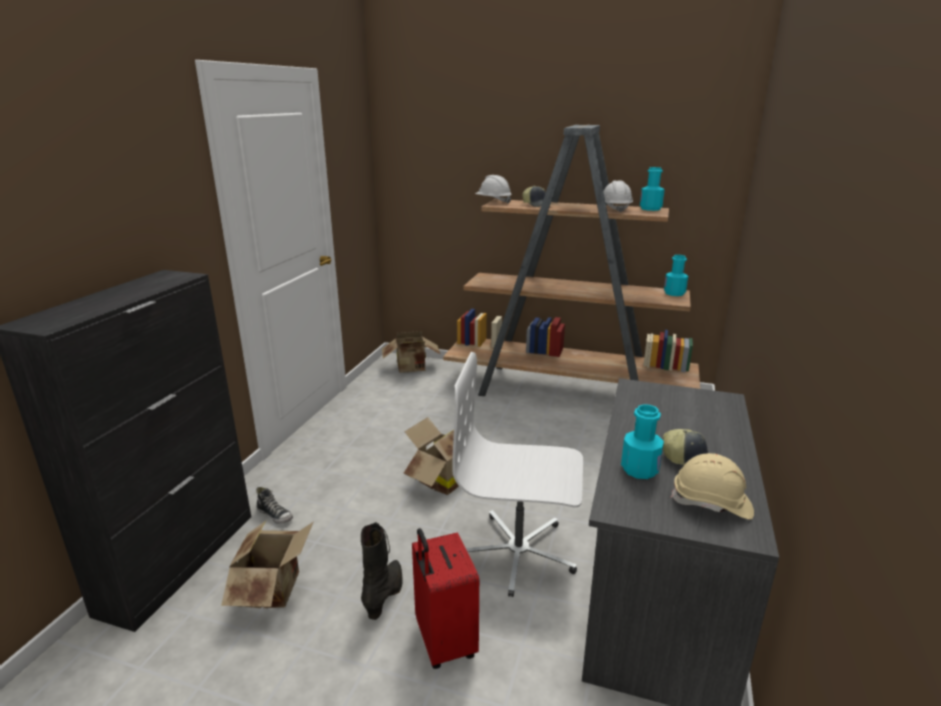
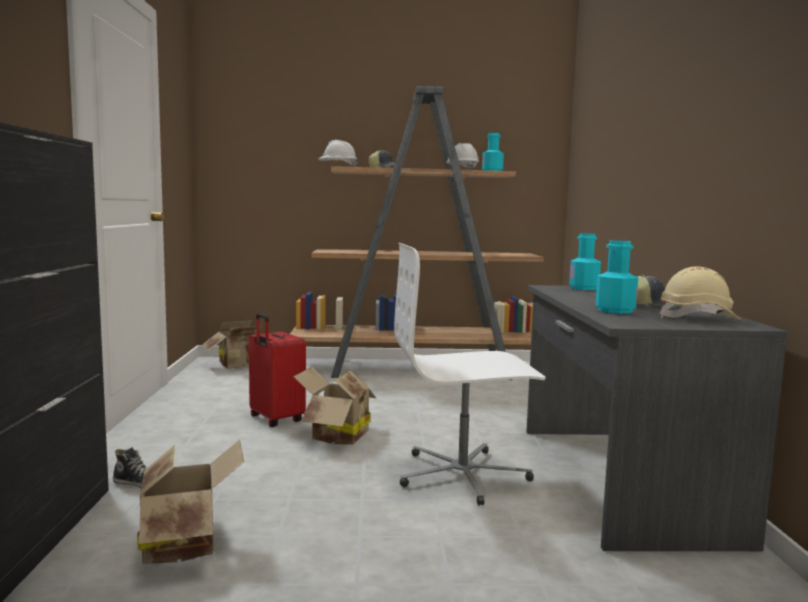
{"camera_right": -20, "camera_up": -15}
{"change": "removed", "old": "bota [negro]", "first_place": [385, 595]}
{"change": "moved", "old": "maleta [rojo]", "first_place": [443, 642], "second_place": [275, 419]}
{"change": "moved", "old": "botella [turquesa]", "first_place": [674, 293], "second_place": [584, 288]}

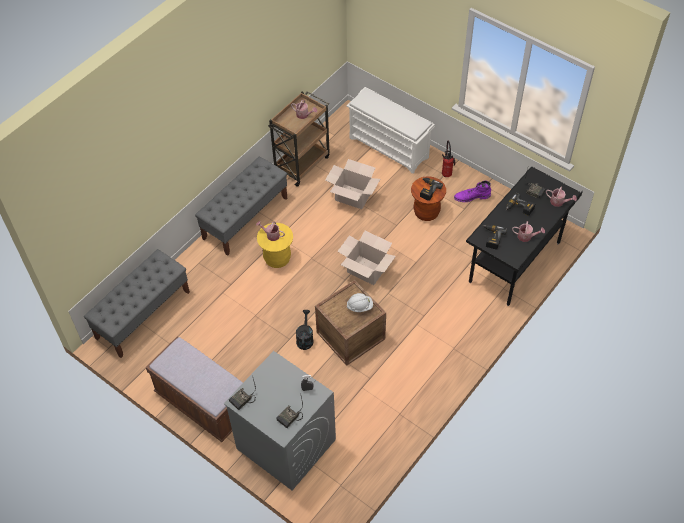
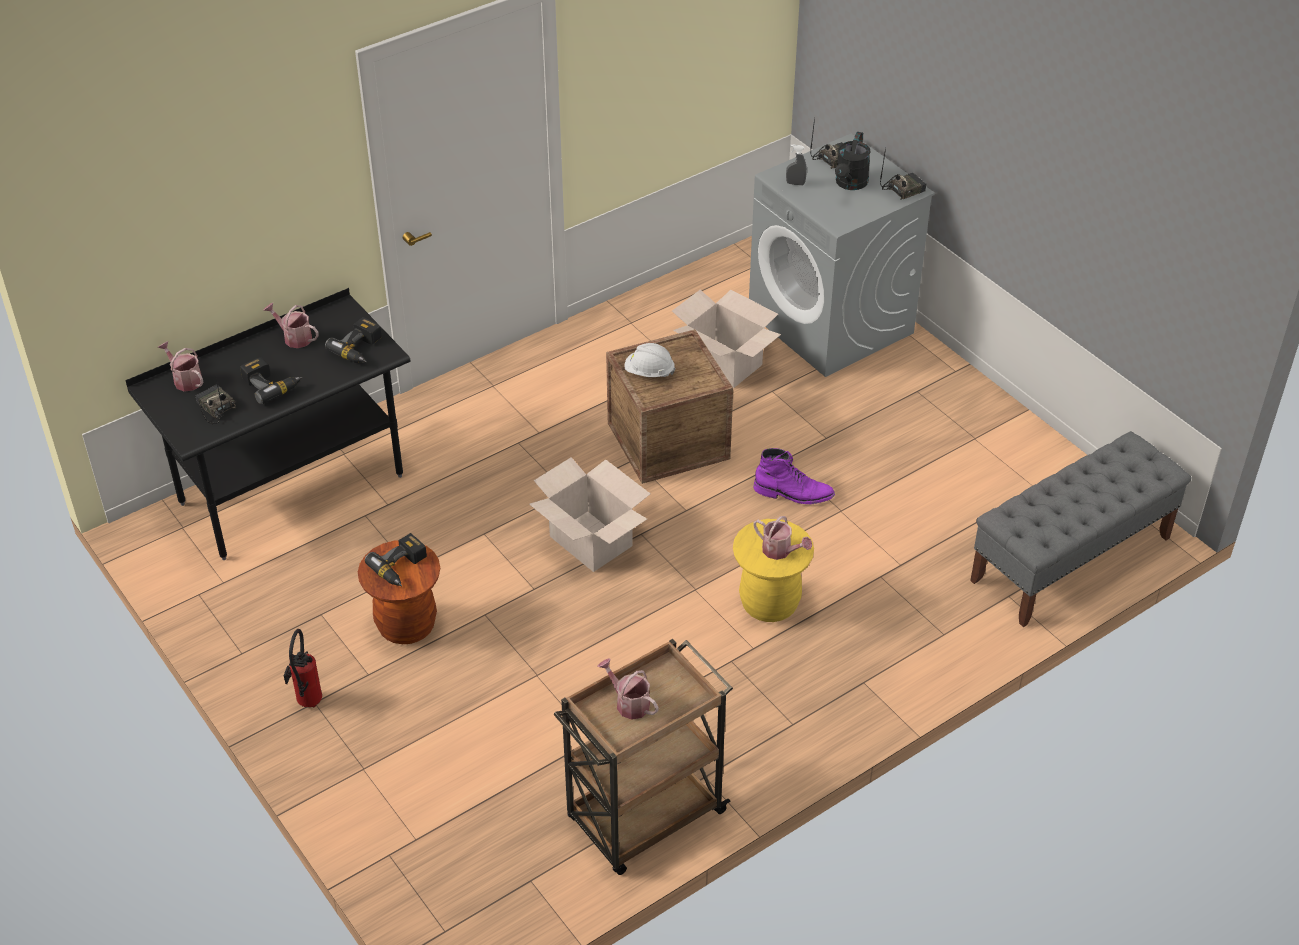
{"camera_right": -165, "camera_up": -10}
{"change": "removed", "old": "banco [marrón]", "first_place": [203, 403]}
{"change": "removed", "old": "banco [gris]", "first_place": [245, 218]}
{"change": "removed", "old": "zapatero [blanco]", "first_place": [389, 147]}
{"change": "moved", "old": "regadera [negro]", "first_place": [305, 338], "second_place": [850, 184]}
{"change": "moved", "old": "caja de cartón", "first_place": [353, 196], "second_place": [723, 364]}
{"change": "moved", "old": "bota [morado]", "first_place": [472, 197], "second_place": [793, 493]}

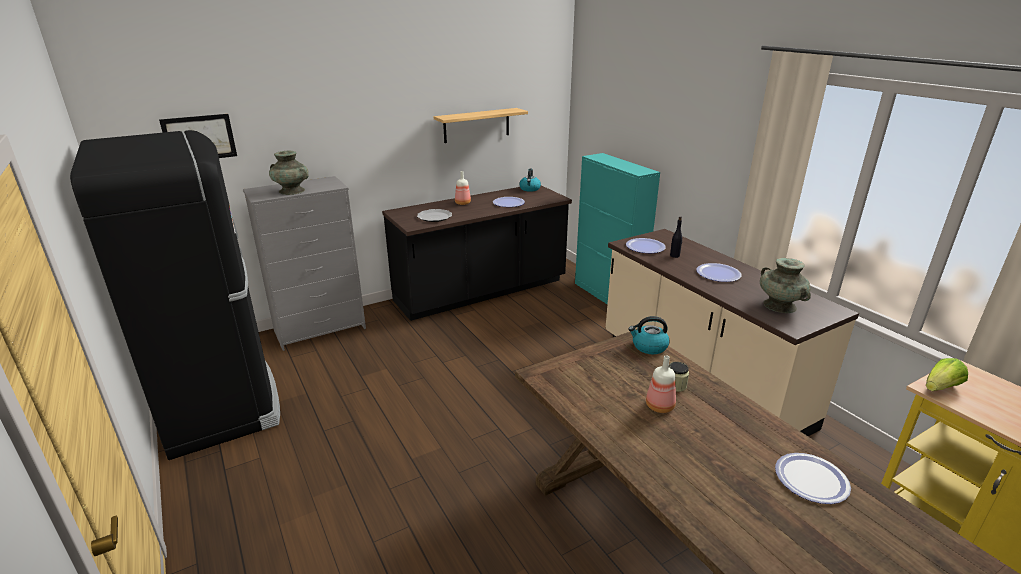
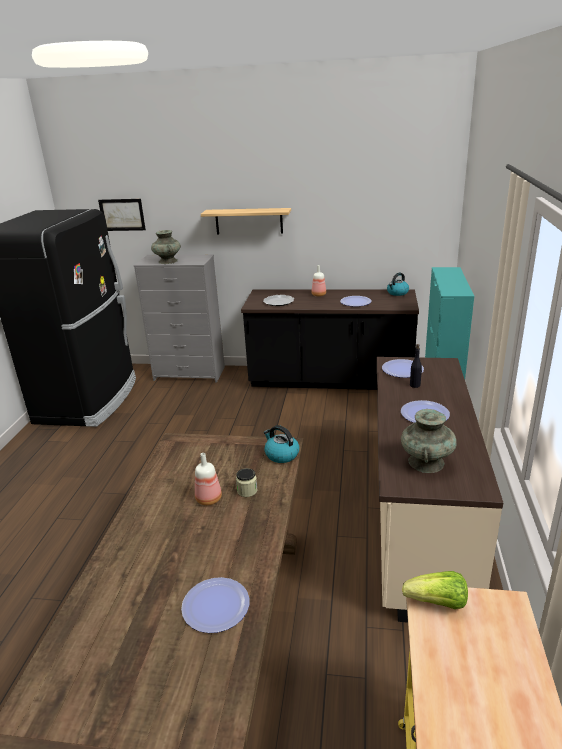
{"camera_right": 40, "camera_up": 0}
{"change": "moved", "old": "estante", "first_place": [476, 125], "second_place": [249, 221]}

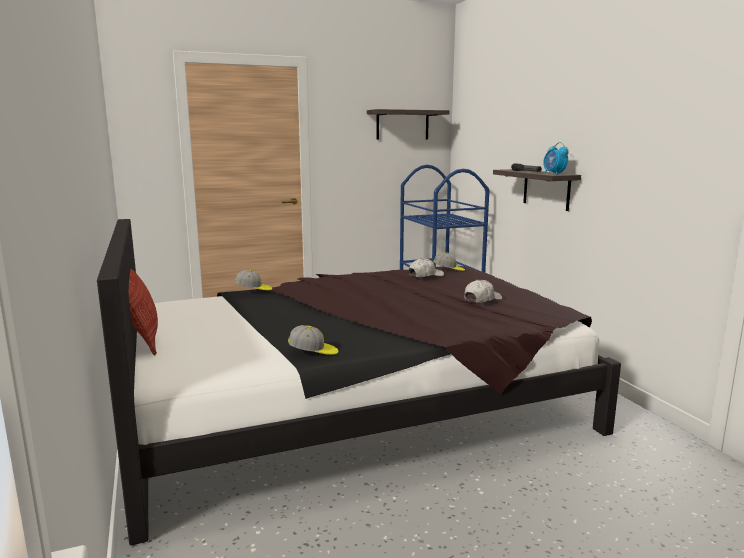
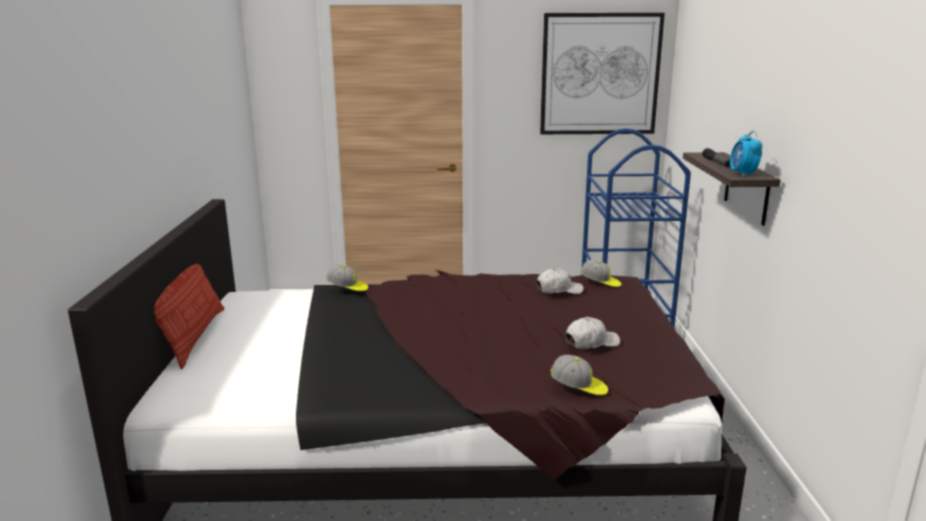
{"camera_right": 20, "camera_up": 5}
{"change": "moved", "old": "gorra", "first_place": [313, 352], "second_place": [578, 387]}
{"change": "replaced", "old": "estante", "new": "cuadro", "first_place": [402, 125], "second_place": [600, 74]}

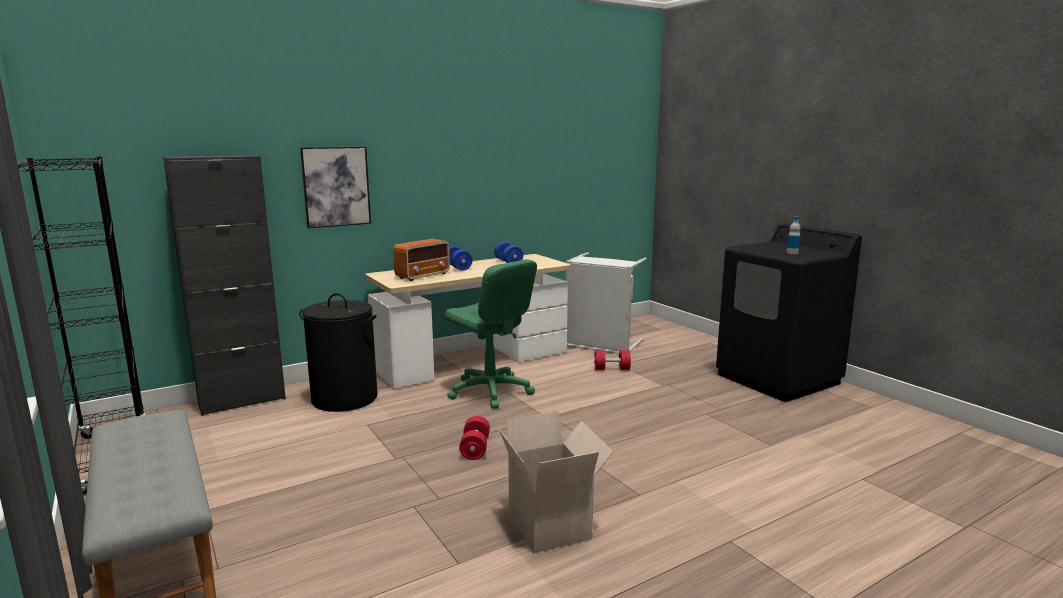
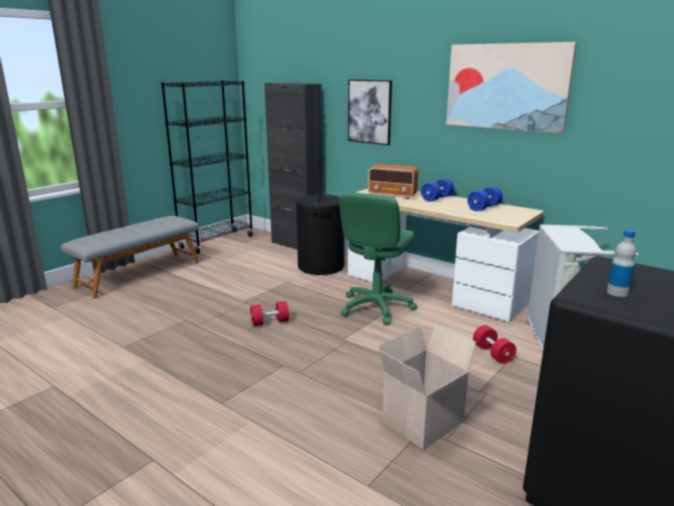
{"camera_right": 70, "camera_up": 5}
{"change": "added", "new": "cuadro", "second_place": [507, 86]}
{"change": "moved", "old": "caja de cartón", "first_place": [552, 526], "second_place": [424, 424]}

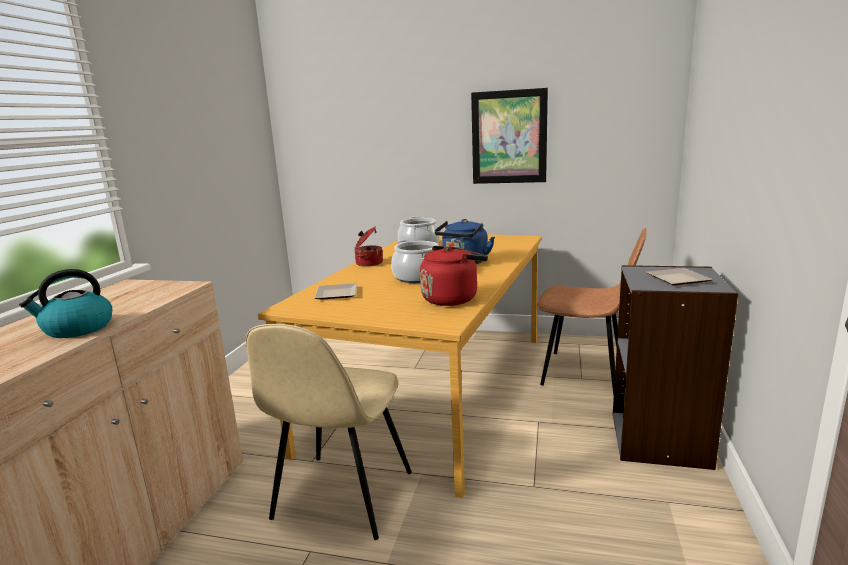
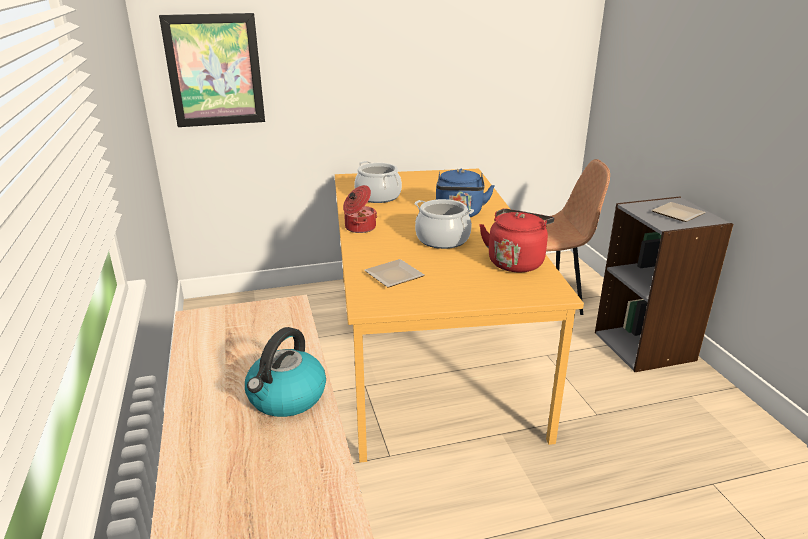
{"camera_right": -30, "camera_up": 10}
{"change": "removed", "old": "silla [beis]", "first_place": [341, 497]}
{"change": "moved", "old": "cuadro", "first_place": [509, 137], "second_place": [215, 71]}

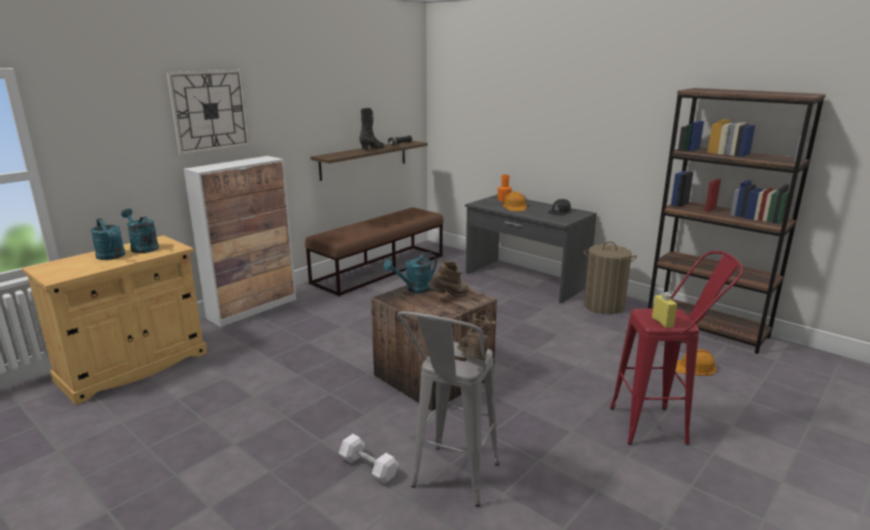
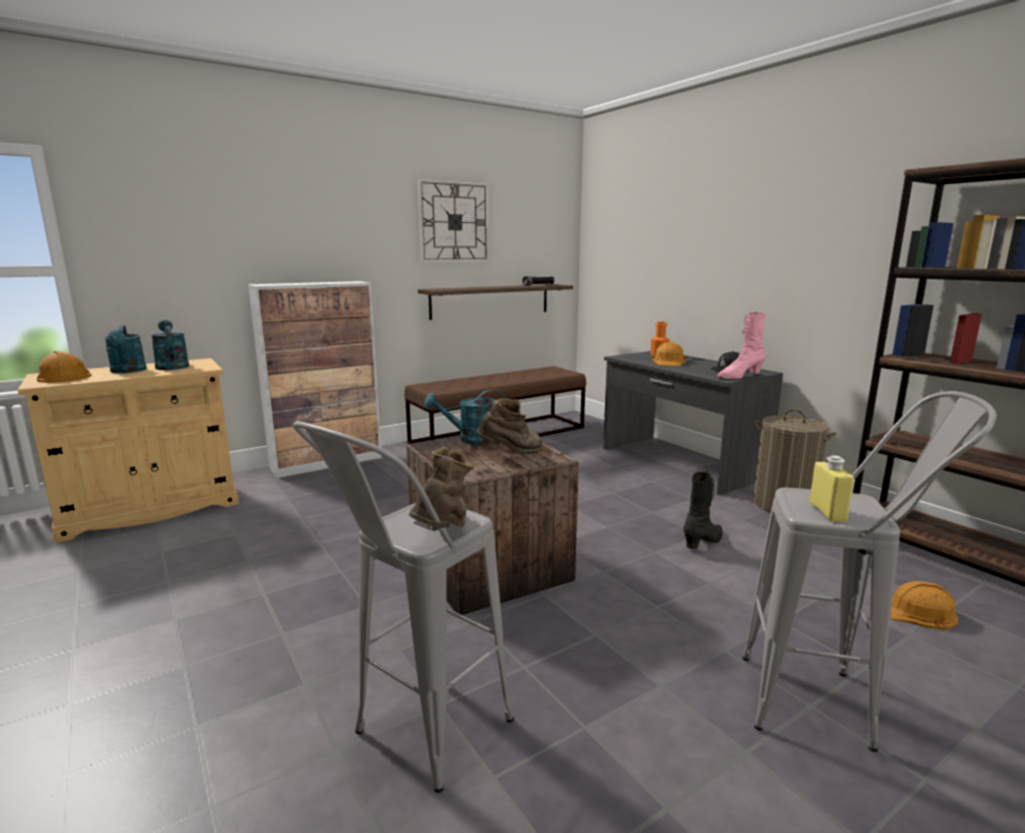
{"camera_right": 15, "camera_up": -5}
{"change": "removed", "old": "mancuerna [blanco]", "first_place": [368, 467]}
{"change": "added", "new": "casco [naranja]", "second_place": [62, 377]}
{"change": "added", "new": "bota [rosa]", "second_place": [739, 376]}
{"change": "moved", "old": "reloj de pared", "first_place": [210, 111], "second_place": [454, 222]}
{"change": "moved", "old": "bota [negro]", "first_place": [373, 149], "second_place": [704, 542]}
{"change": "recoloured", "old": "taburete [rojo]", "new": "taburete [gris]", "first_place": [660, 426], "second_place": [828, 704]}

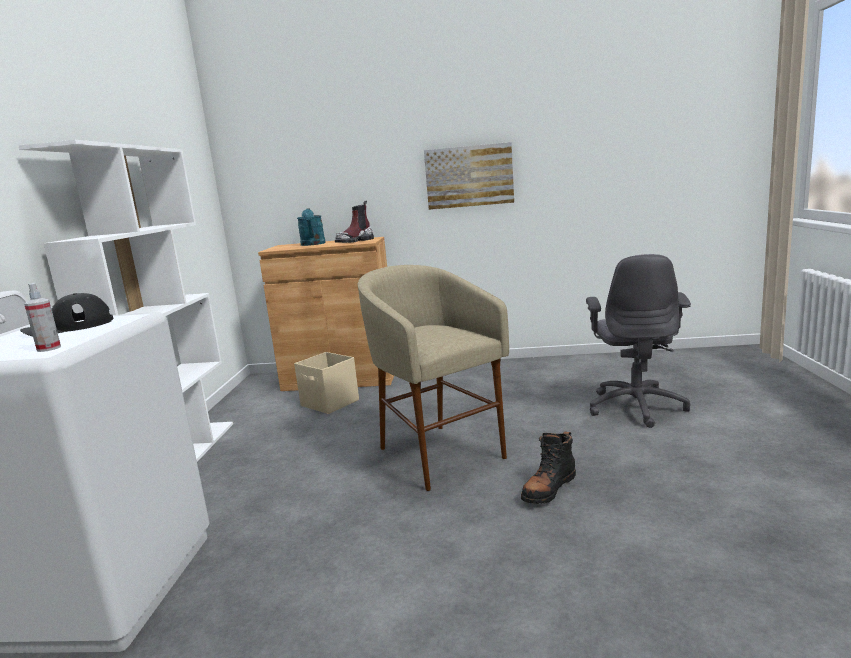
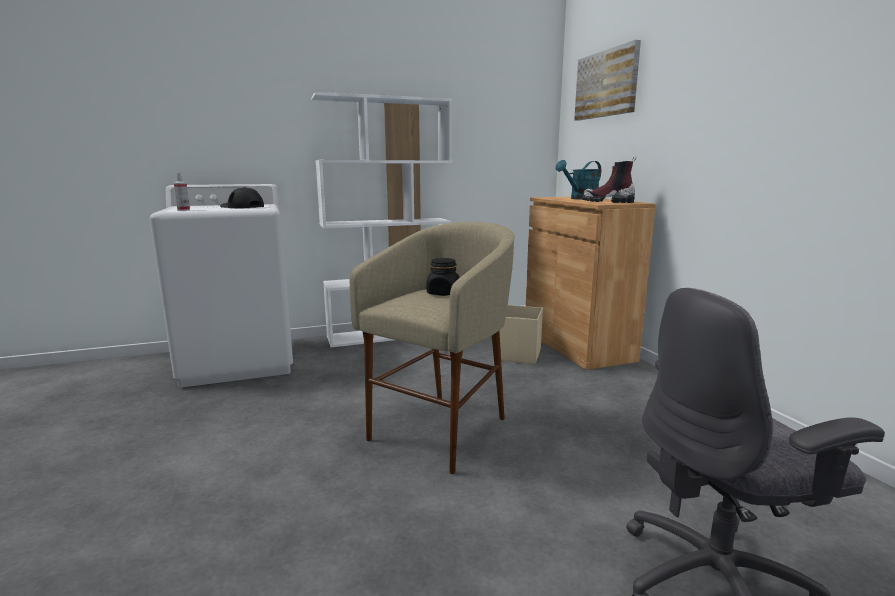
{"camera_right": 65, "camera_up": 0}
{"change": "removed", "old": "bota [negro]", "first_place": [549, 489]}
{"change": "added", "new": "tarro [negro]", "second_place": [443, 293]}
{"change": "moved", "old": "cuadro", "first_place": [469, 176], "second_place": [606, 84]}

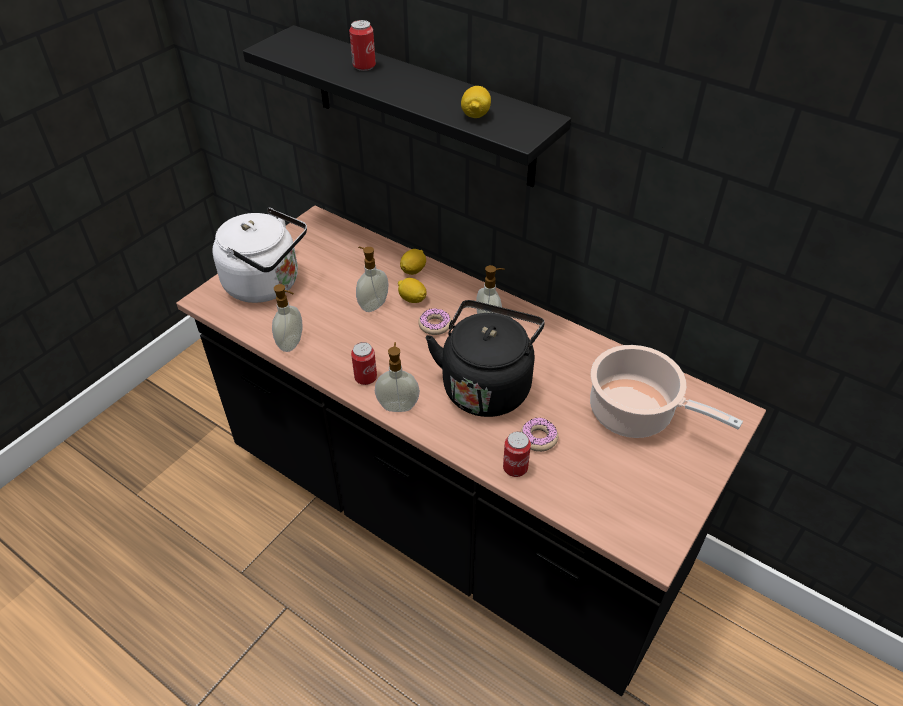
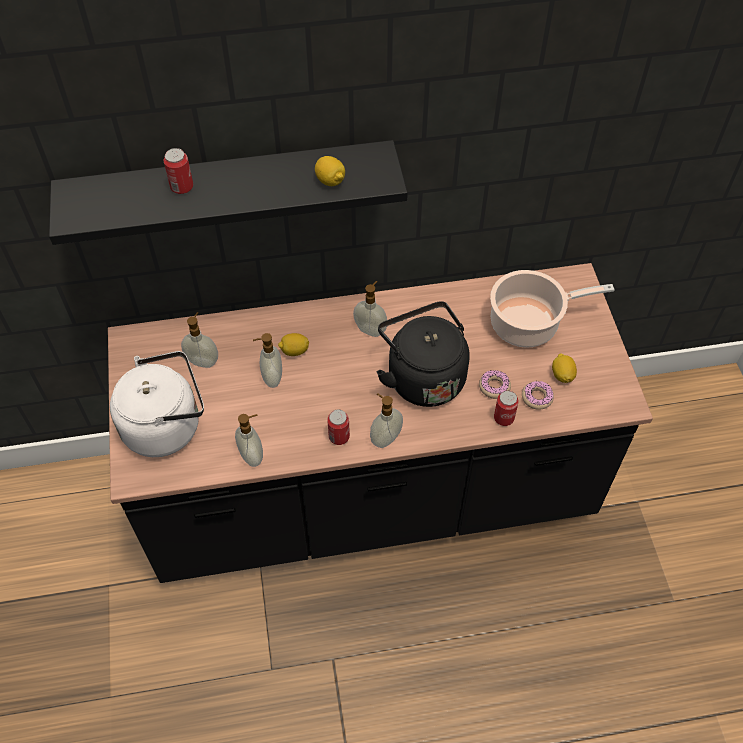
{"camera_right": -45, "camera_up": 10}
{"change": "added", "new": "dispensador de jabón", "second_place": [203, 361]}
{"change": "moved", "old": "limón", "first_place": [413, 270], "second_place": [562, 375]}
{"change": "moved", "old": "rosquilla", "first_place": [435, 325], "second_place": [537, 397]}

